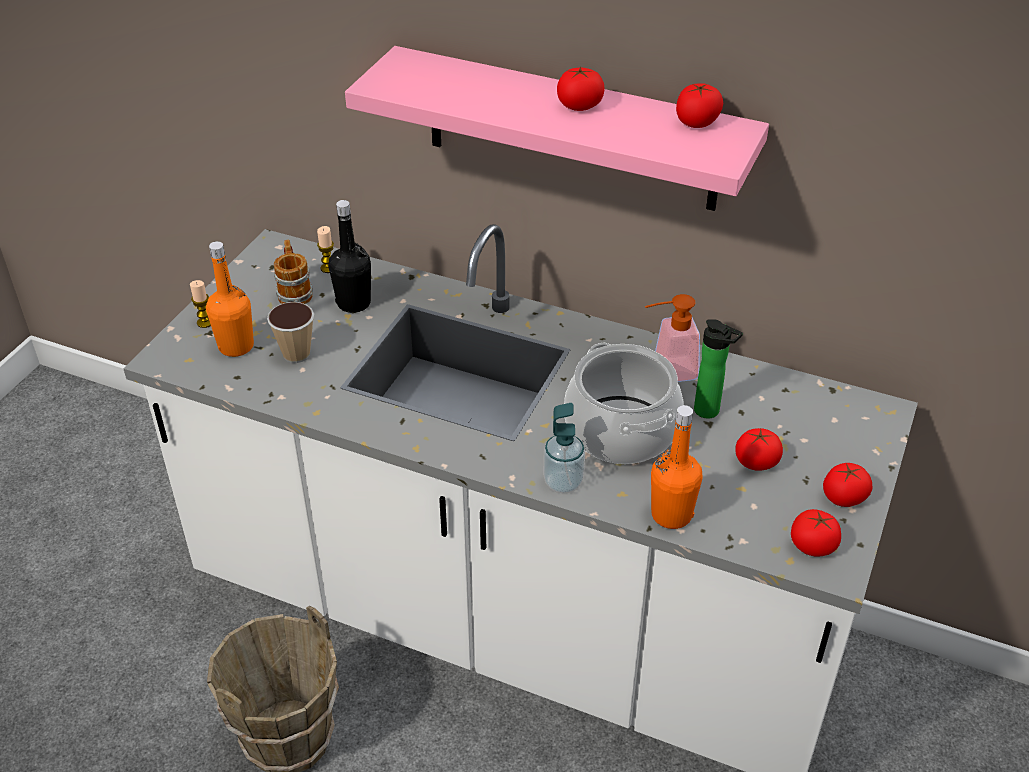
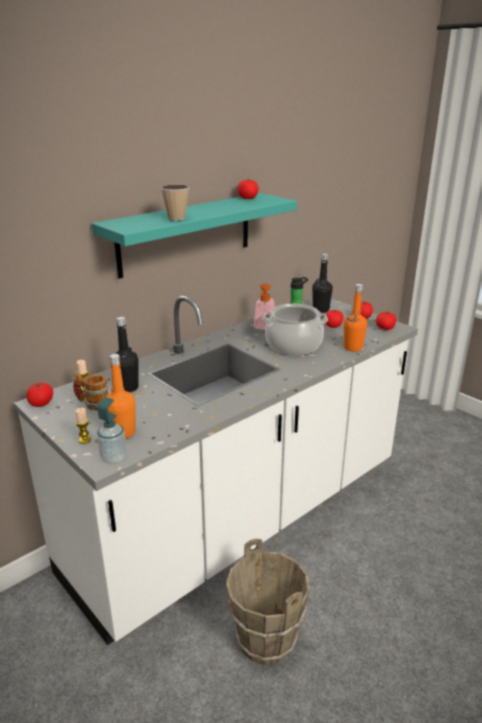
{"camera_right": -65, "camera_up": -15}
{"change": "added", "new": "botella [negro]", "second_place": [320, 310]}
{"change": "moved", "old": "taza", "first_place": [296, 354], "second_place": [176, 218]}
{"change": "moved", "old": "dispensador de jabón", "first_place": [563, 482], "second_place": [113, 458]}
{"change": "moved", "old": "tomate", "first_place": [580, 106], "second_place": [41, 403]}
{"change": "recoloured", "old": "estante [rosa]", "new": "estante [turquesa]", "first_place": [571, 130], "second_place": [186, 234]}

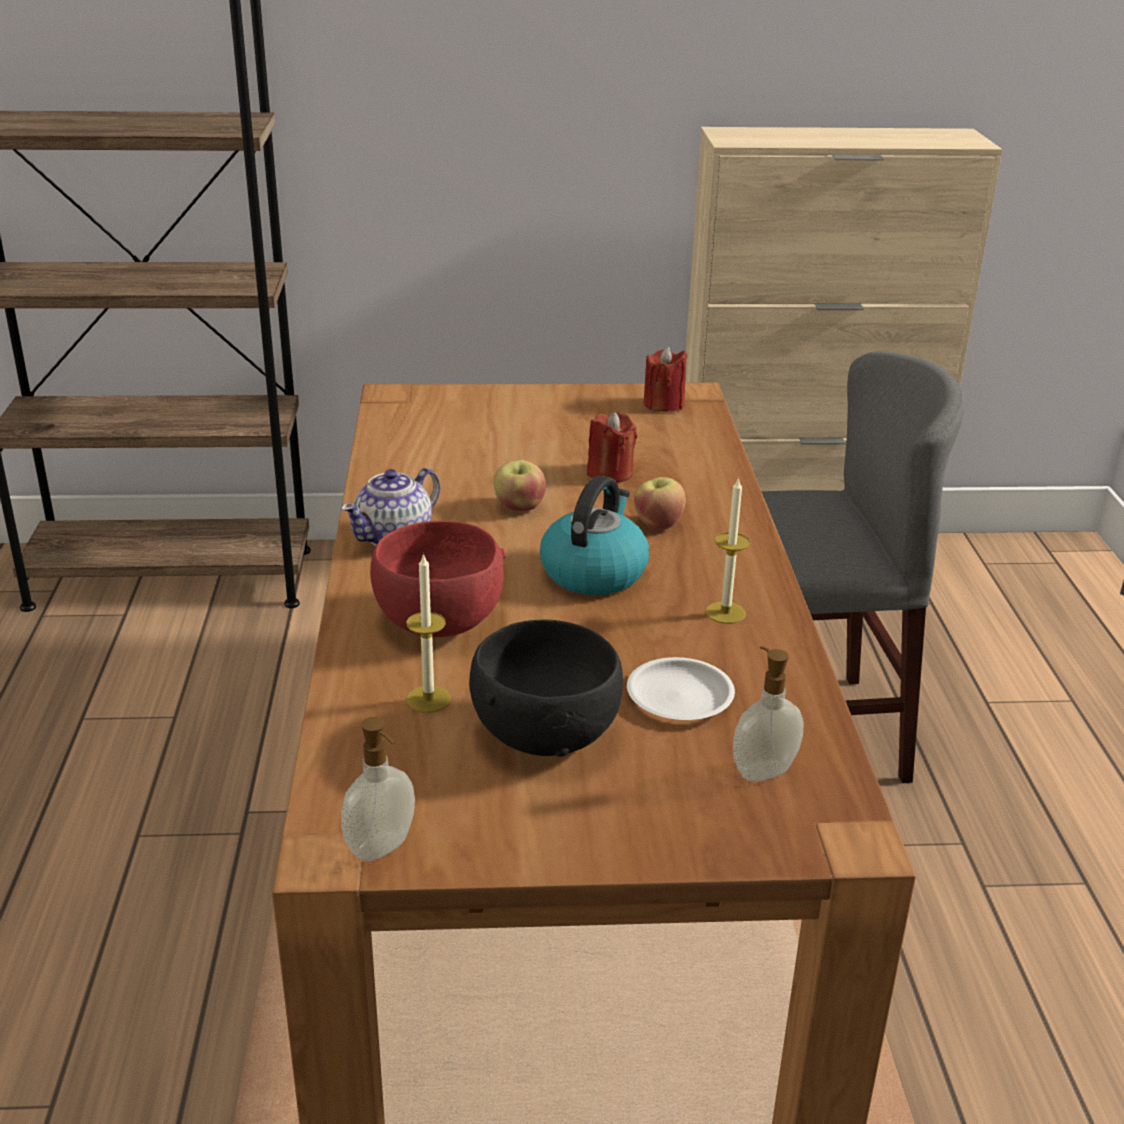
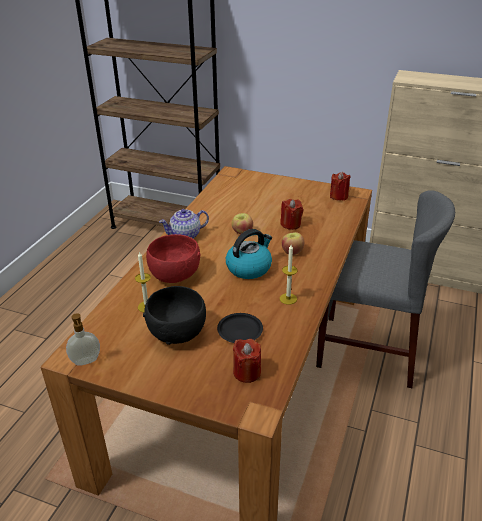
{"camera_right": 25, "camera_up": 5}
{"change": "replaced", "old": "dispensador de jabón", "new": "vela [rojo]", "first_place": [762, 770], "second_place": [247, 372]}
{"change": "recoloured", "old": "plato [blanco]", "new": "plato [negro]", "first_place": [679, 695], "second_place": [240, 330]}

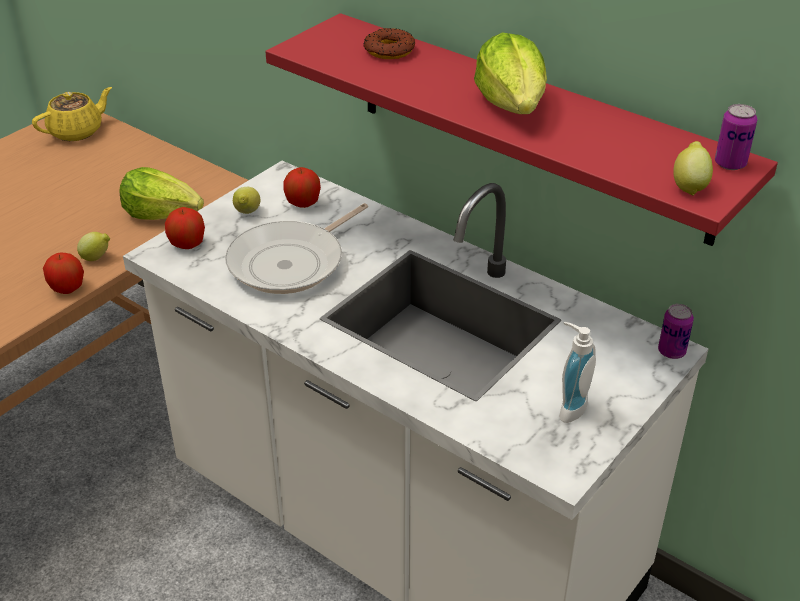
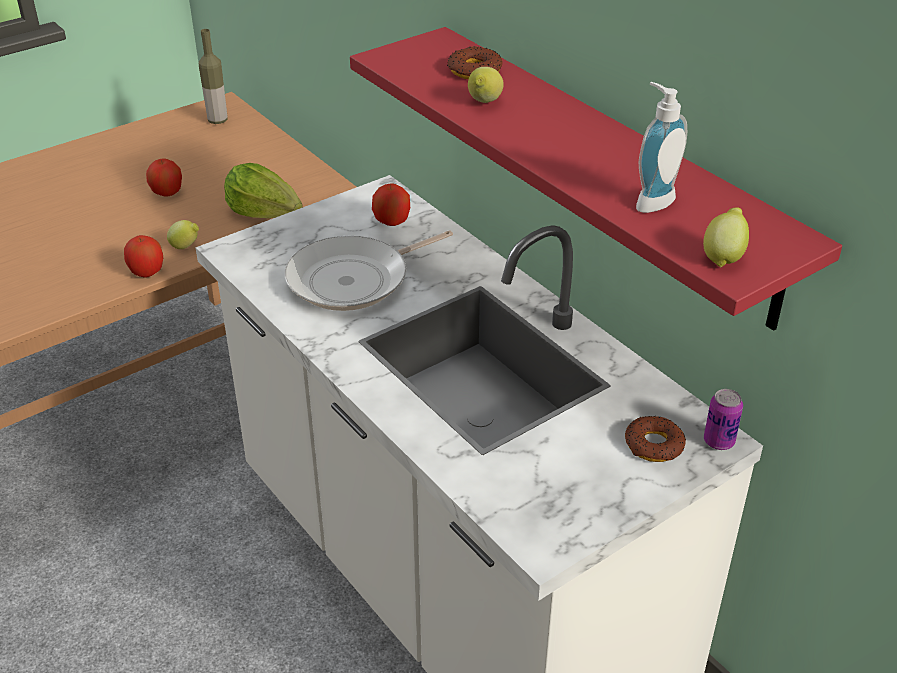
{"camera_right": 15, "camera_up": 0}
{"change": "removed", "old": "lechuga", "first_place": [512, 105]}
{"change": "removed", "old": "lata", "first_place": [730, 164]}
{"change": "added", "new": "rosquilla", "second_place": [654, 445]}
{"change": "moved", "old": "manzana", "first_place": [187, 244], "second_place": [167, 193]}
{"change": "moved", "old": "limón", "first_place": [247, 213], "second_place": [484, 103]}
{"change": "moved", "old": "dispensador de jabón", "first_place": [568, 407], "second_place": [651, 200]}
{"change": "replaced", "old": "tetera [amarillo]", "new": "botella", "first_place": [77, 131], "second_place": [218, 120]}

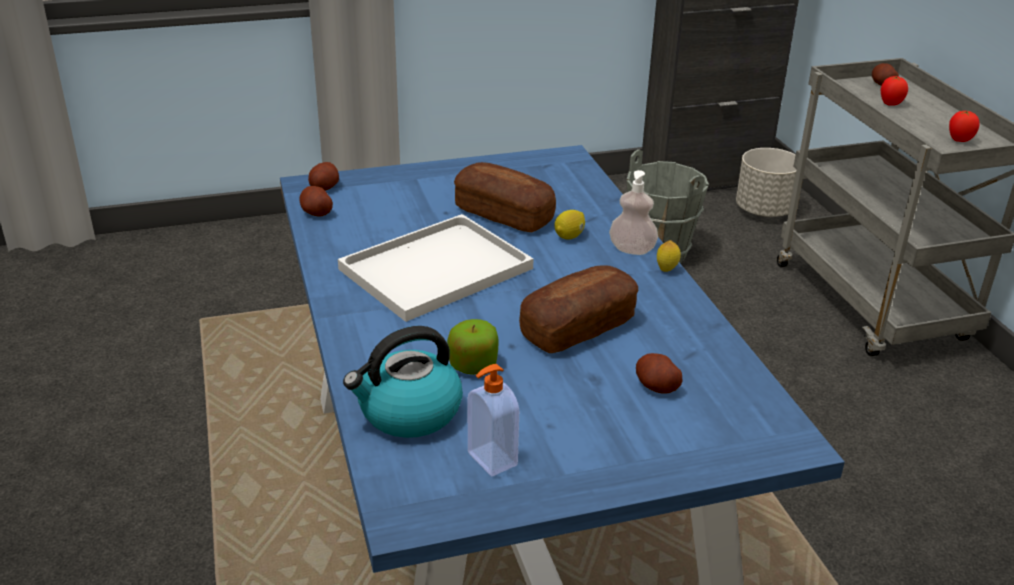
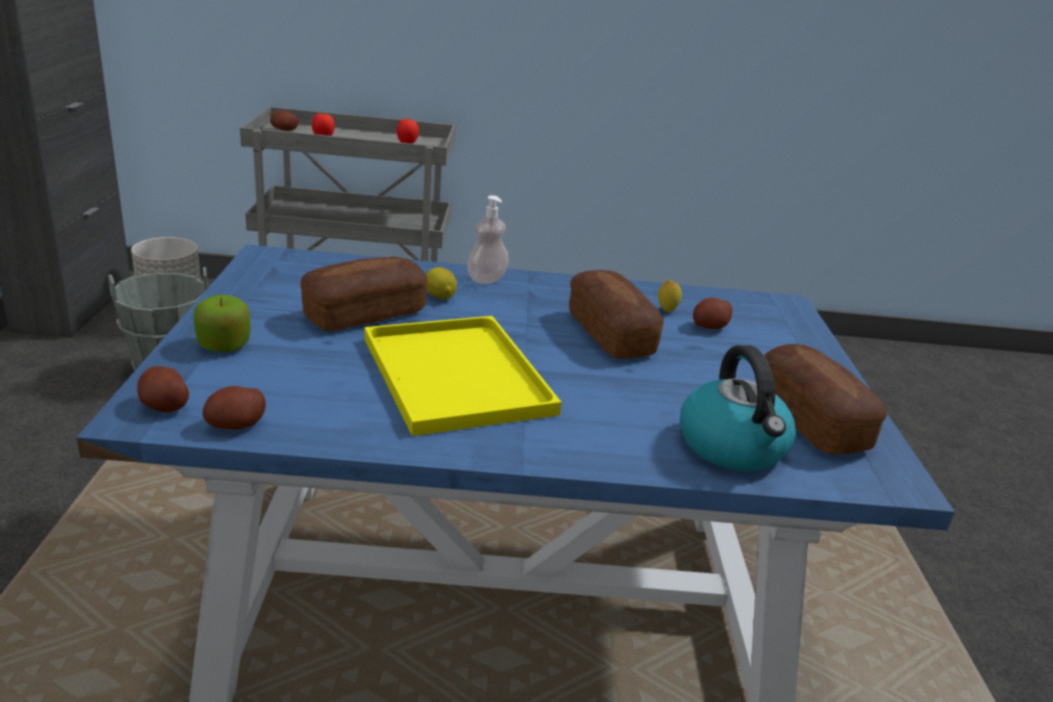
{"camera_right": -75, "camera_up": -5}
{"change": "moved", "old": "manzana", "first_place": [473, 365], "second_place": [224, 345]}
{"change": "moved", "old": "limón", "first_place": [666, 270], "second_place": [666, 310]}
{"change": "replaced", "old": "dispensador de jabón", "new": "pan", "first_place": [490, 460], "second_place": [810, 420]}
{"change": "recoloured", "old": "bandeja [blanco]", "new": "bandeja [amarillo]", "first_place": [434, 271], "second_place": [459, 377]}

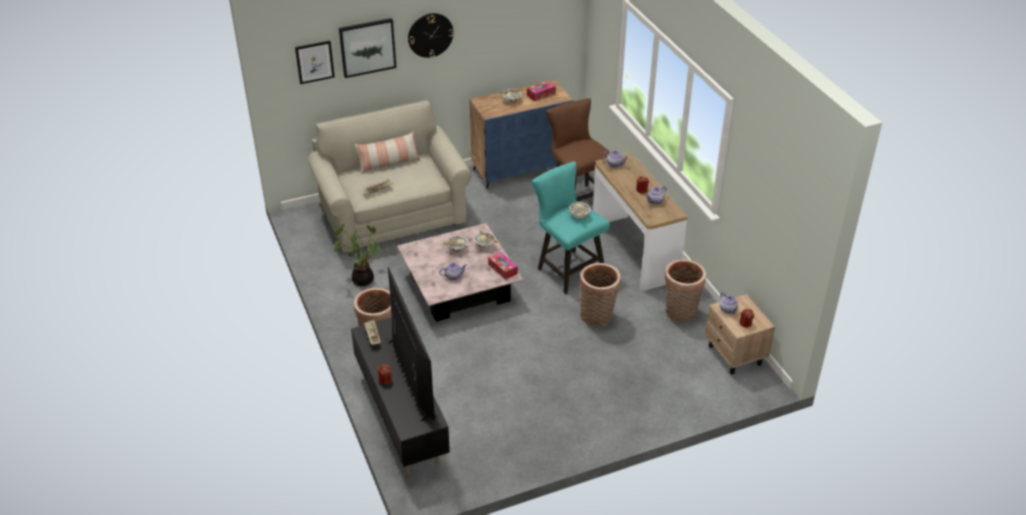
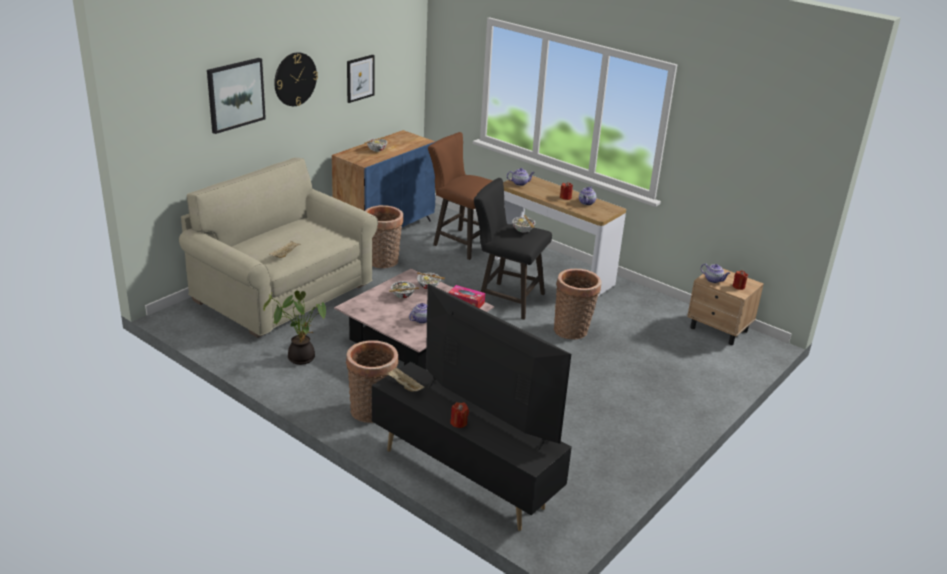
{"camera_right": -30, "camera_up": -10}
{"change": "removed", "old": "cojín", "first_place": [388, 163]}
{"change": "removed", "old": "caja de pañuelos", "first_place": [541, 94]}
{"change": "moved", "old": "cuadro", "first_place": [314, 62], "second_place": [360, 78]}
{"change": "moved", "old": "cesta", "first_place": [680, 314], "second_place": [383, 262]}
{"change": "recoloured", "old": "taburete [turquesa]", "new": "taburete [negro]", "first_place": [567, 269], "second_place": [506, 299]}

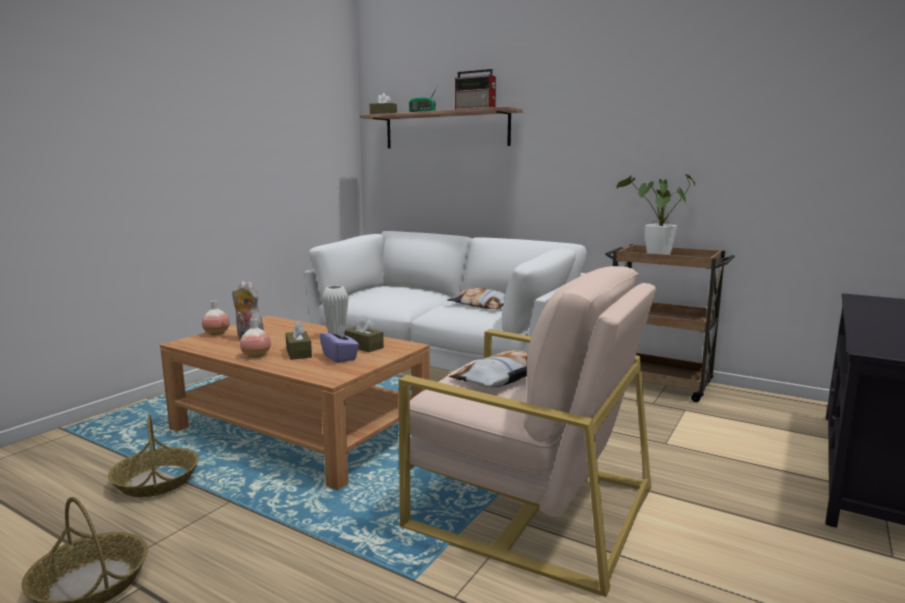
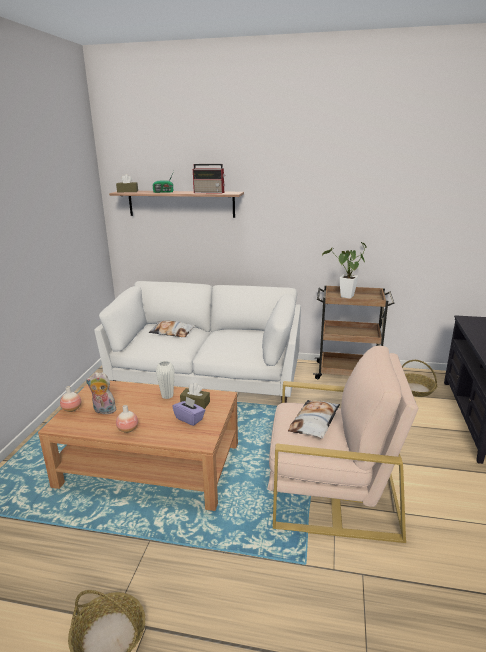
{"camera_right": -20, "camera_up": 10}
{"change": "removed", "old": "caja de pañuelos [marrón]", "first_place": [298, 353]}
{"change": "moved", "old": "cesta", "first_place": [156, 481], "second_place": [416, 389]}
{"change": "moved", "old": "cojín", "first_place": [481, 305], "second_place": [172, 332]}

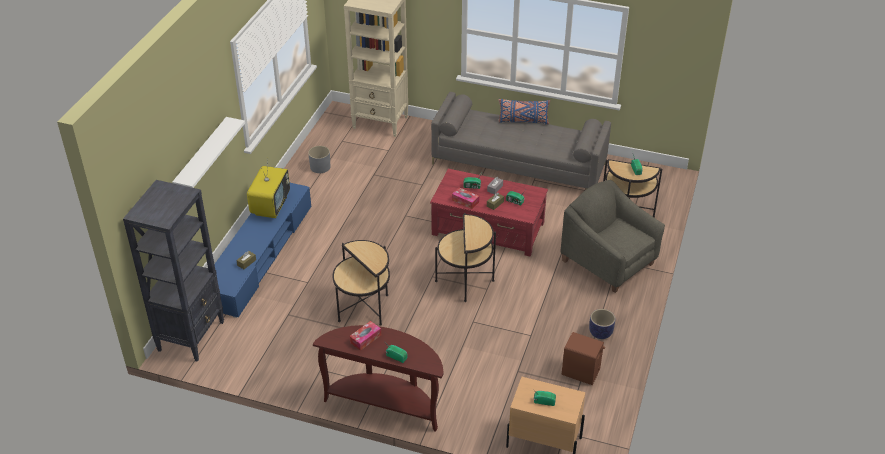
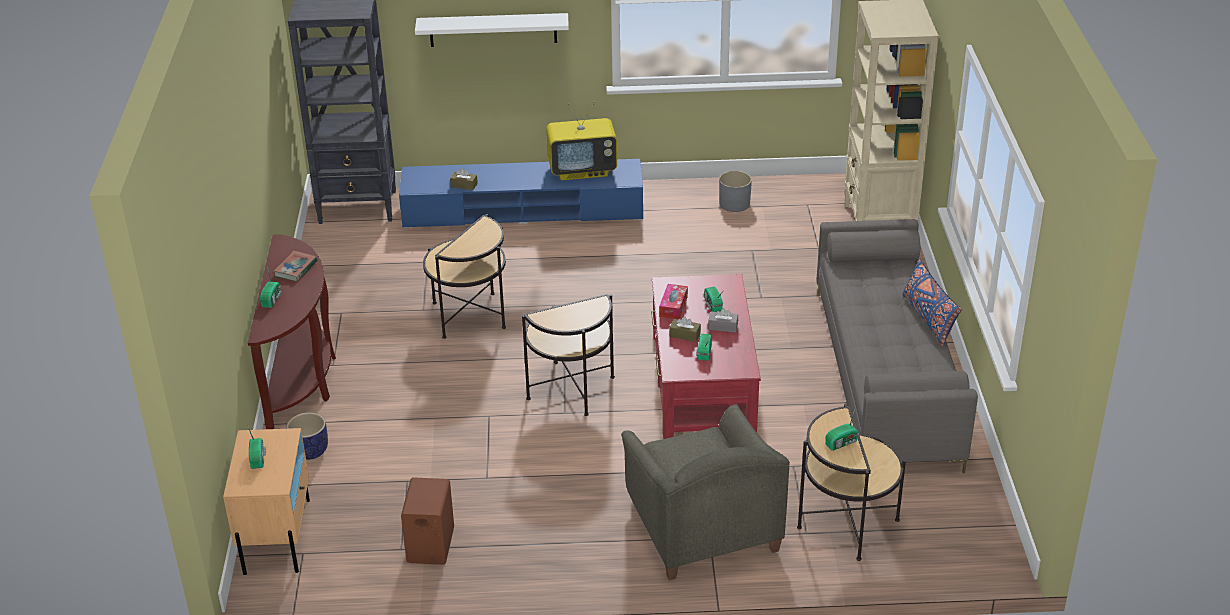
{"camera_right": 70, "camera_up": -5}
{"change": "moved", "old": "maceta", "first_place": [600, 333], "second_place": [310, 451]}
{"change": "replaced", "old": "caja de pañuelos", "new": "libro", "first_place": [365, 339], "second_place": [296, 269]}
{"change": "turned", "old": "sillón [gris]", "first_place": [608, 262], "second_place": [701, 527], "degrees": 135}

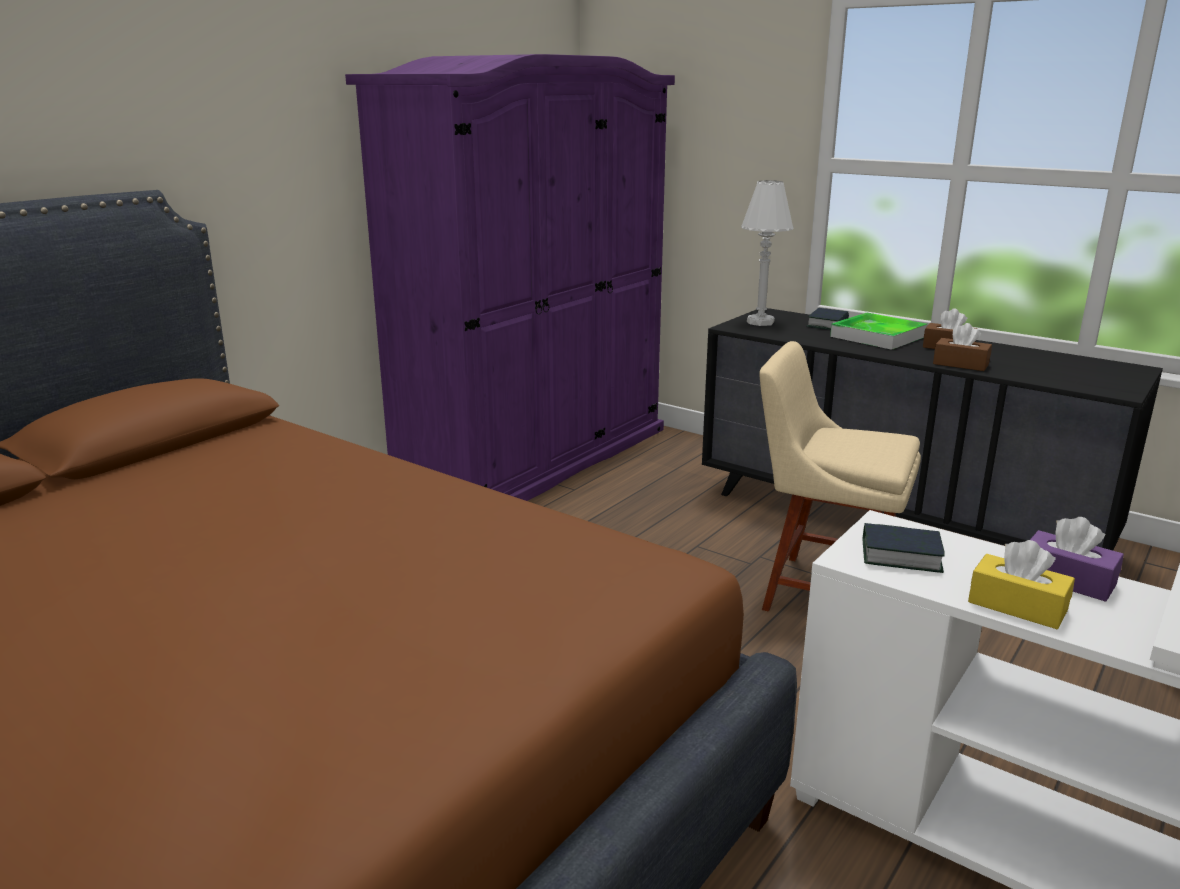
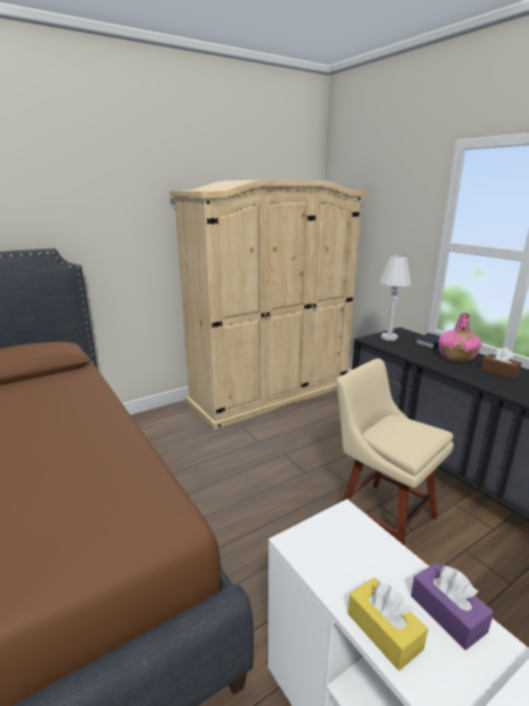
{"camera_right": 20, "camera_up": 0}
{"change": "removed", "old": "libro", "first_place": [900, 555]}
{"change": "removed", "old": "caja de pañuelos [marrón]", "first_place": [960, 364]}
{"change": "replaced", "old": "bandeja", "new": "botella [rosa]", "first_place": [878, 336], "second_place": [456, 357]}
{"change": "recoloured", "old": "armario ropero [morado]", "new": "armario ropero [beis]", "first_place": [535, 460], "second_place": [271, 393]}

